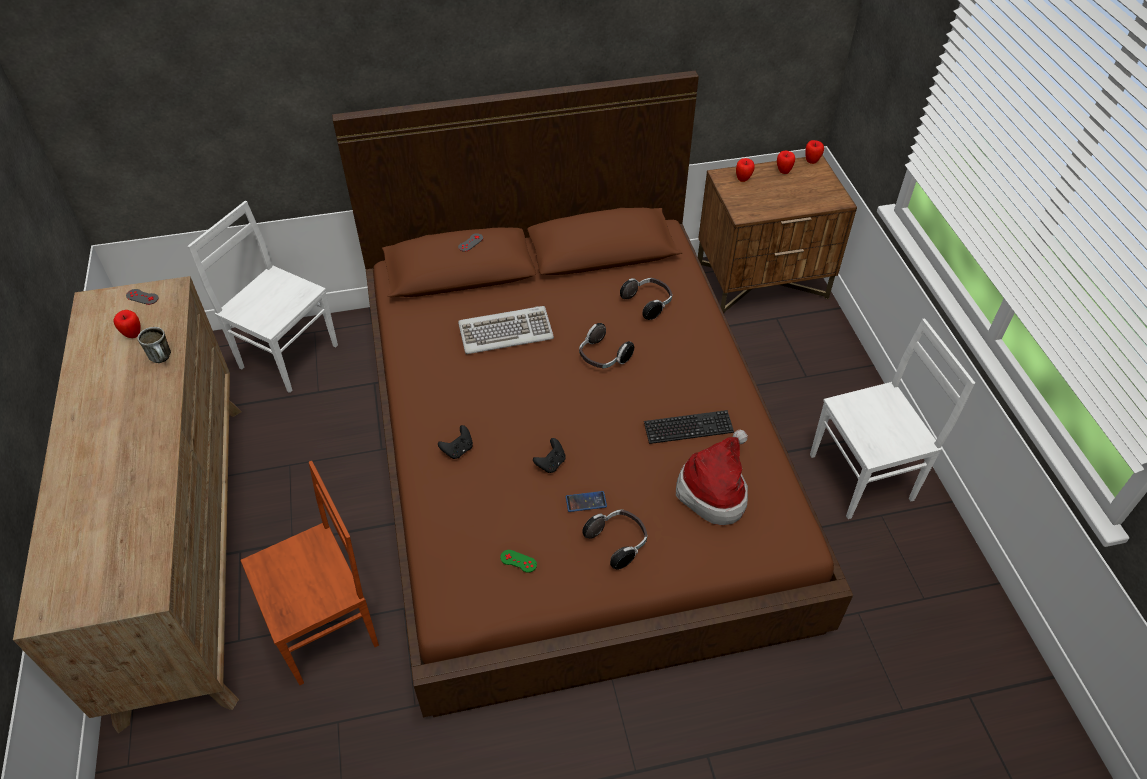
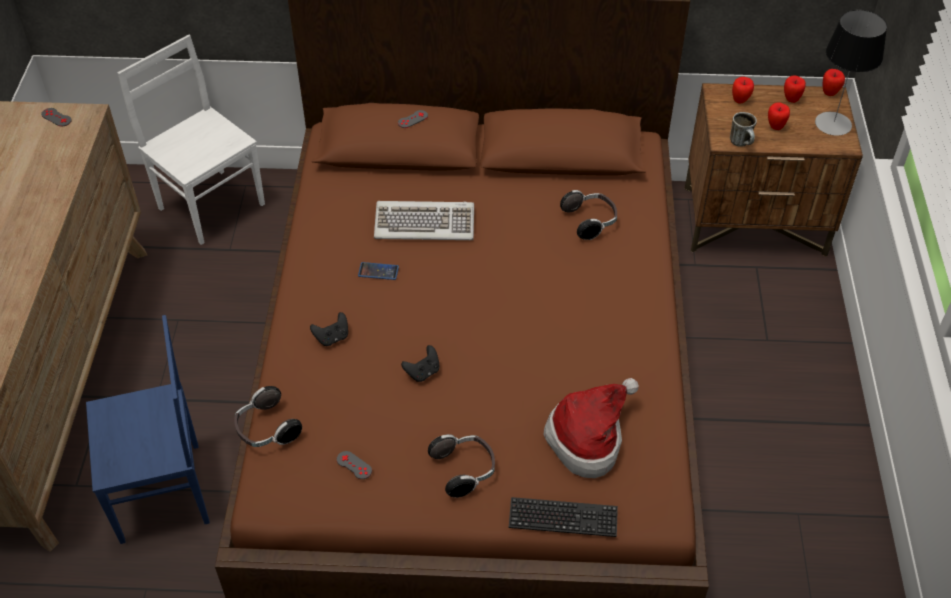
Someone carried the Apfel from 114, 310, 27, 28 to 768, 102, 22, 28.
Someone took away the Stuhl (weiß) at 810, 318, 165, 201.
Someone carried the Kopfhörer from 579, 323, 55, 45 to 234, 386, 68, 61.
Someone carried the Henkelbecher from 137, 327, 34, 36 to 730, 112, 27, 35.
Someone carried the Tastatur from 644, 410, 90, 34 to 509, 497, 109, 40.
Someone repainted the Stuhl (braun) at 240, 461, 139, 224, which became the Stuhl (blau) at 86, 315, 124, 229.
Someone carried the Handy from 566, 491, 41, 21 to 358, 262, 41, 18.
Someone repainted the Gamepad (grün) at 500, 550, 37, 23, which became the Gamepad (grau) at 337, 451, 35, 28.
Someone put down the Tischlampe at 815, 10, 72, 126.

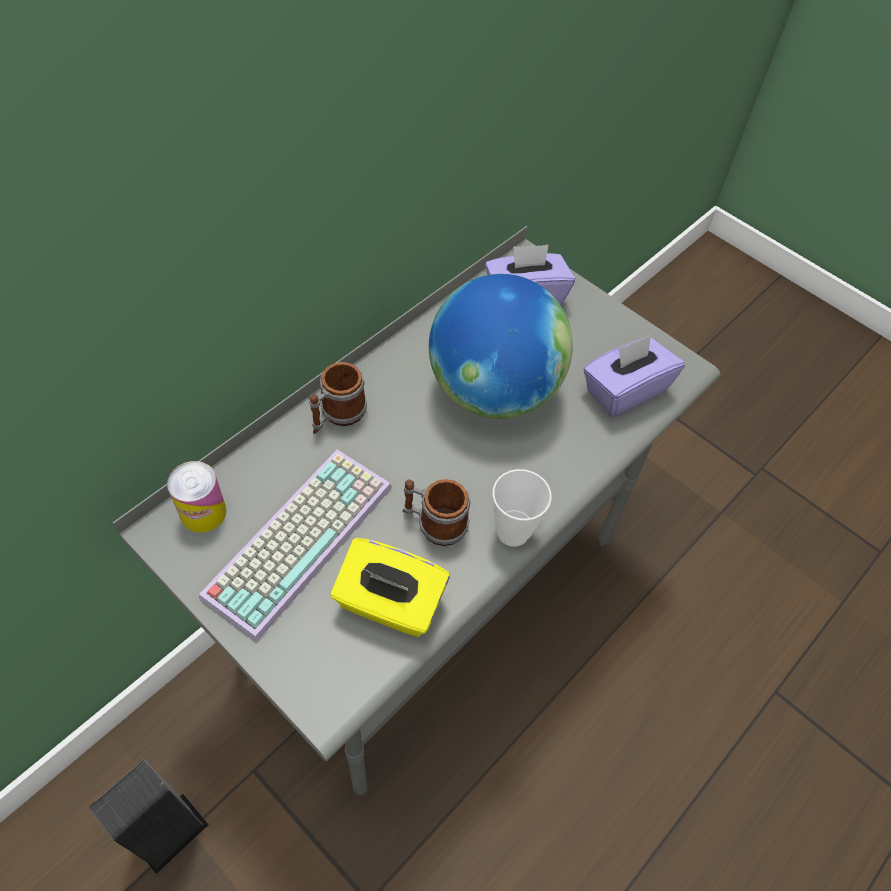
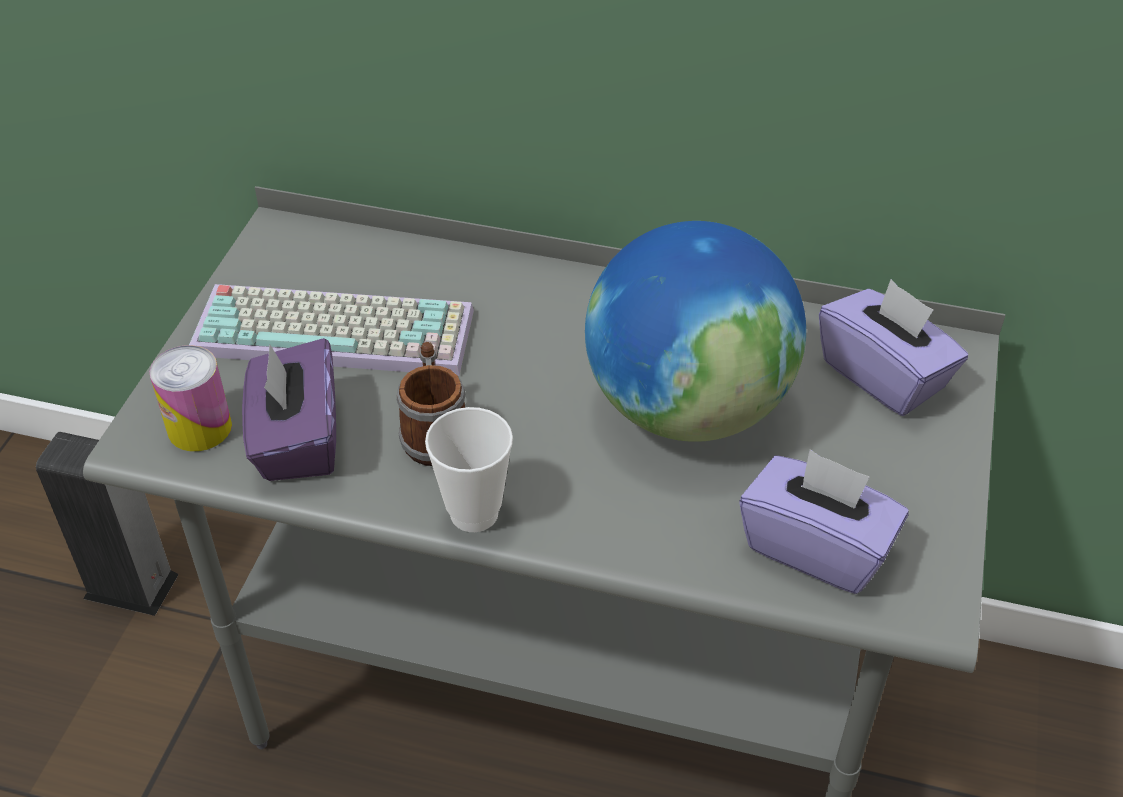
Someone took away the Henkelbecher at 309, 362, 58, 72.
Someone carried the Dose from 167, 461, 59, 72 to 150, 345, 82, 107.
Someone repainted the Taschentuchbox (gelb) at 331, 538, 119, 99, which became the Taschentuchbox (lila) at 242, 338, 94, 143.

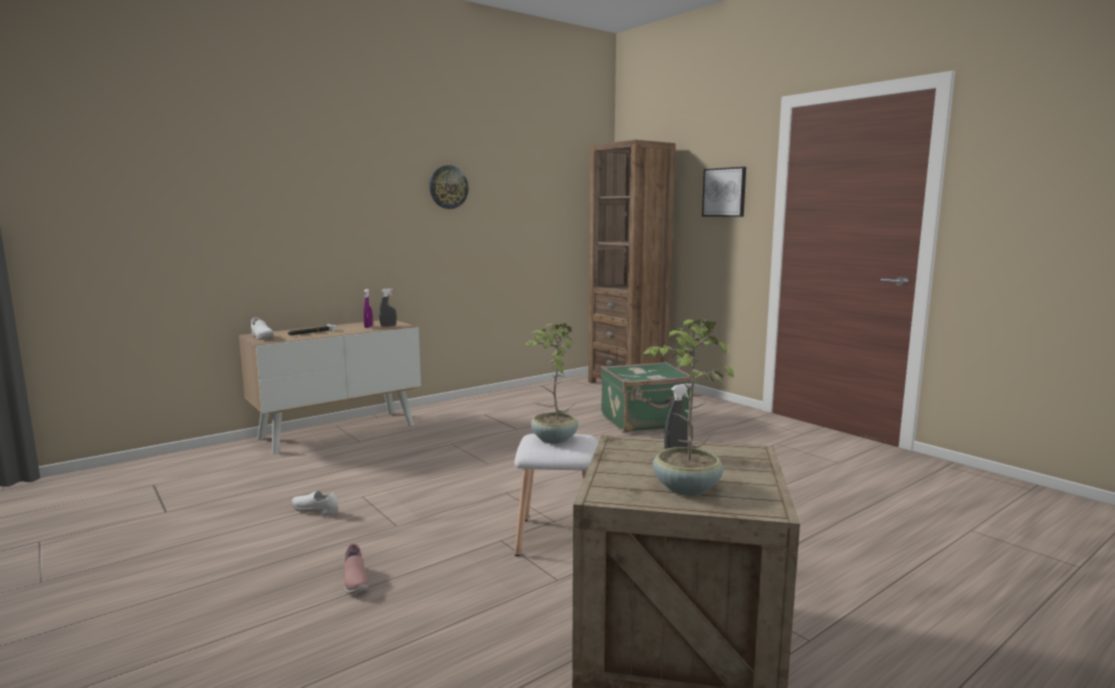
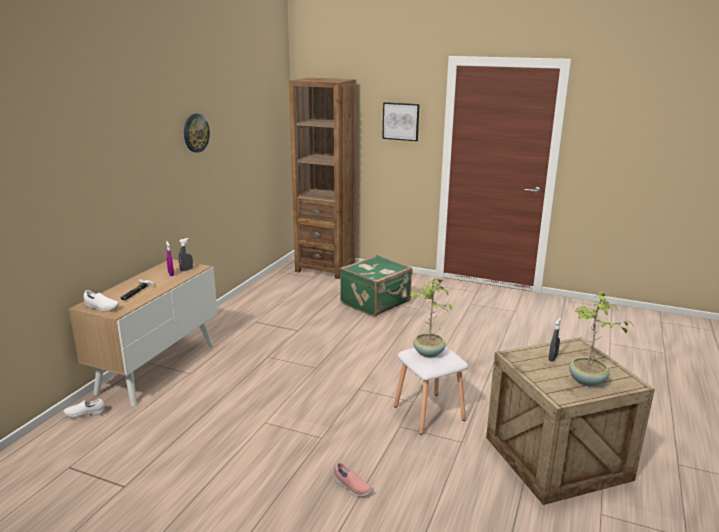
Someone carried the Schuh (weiß) from 292, 491, 47, 25 to 63, 398, 42, 20.

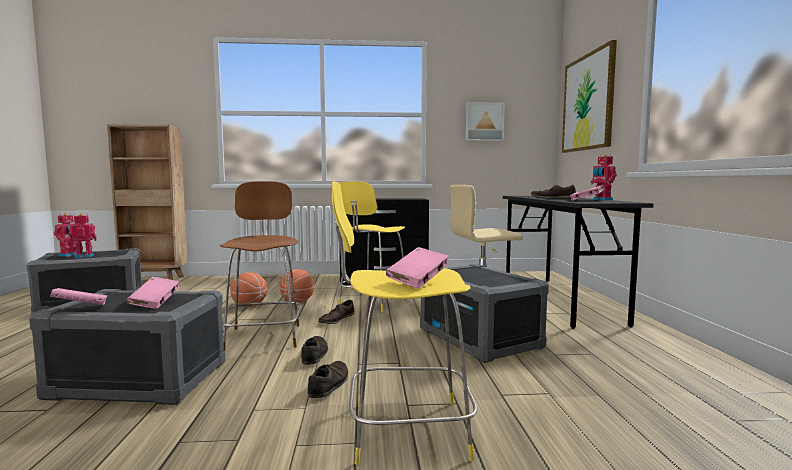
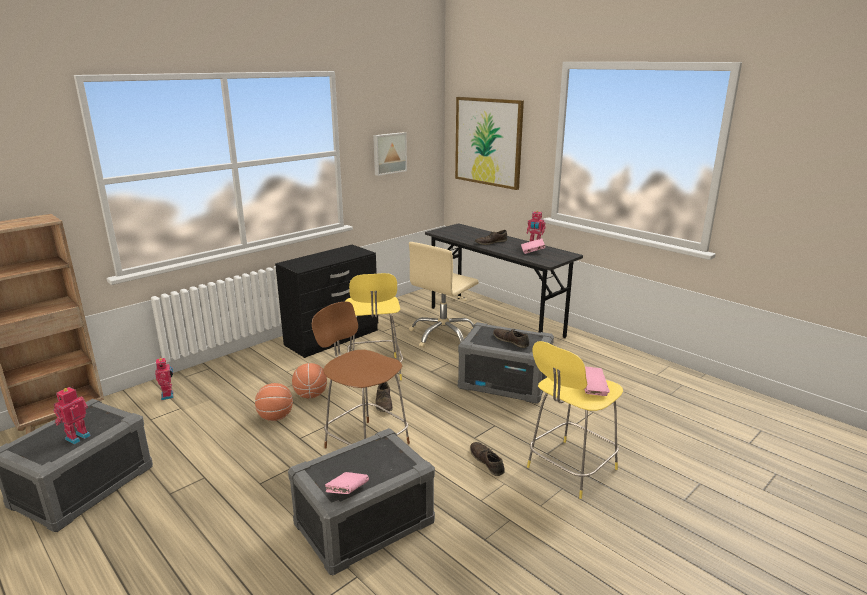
Someone carried the Spielzeugroboter from 54, 213, 24, 44 to 155, 357, 19, 43.
Someone took away the Buch (rosa) at 127, 277, 53, 32.
Someone carried the Schuh (braun) from 301, 336, 27, 29 to 493, 328, 36, 20.

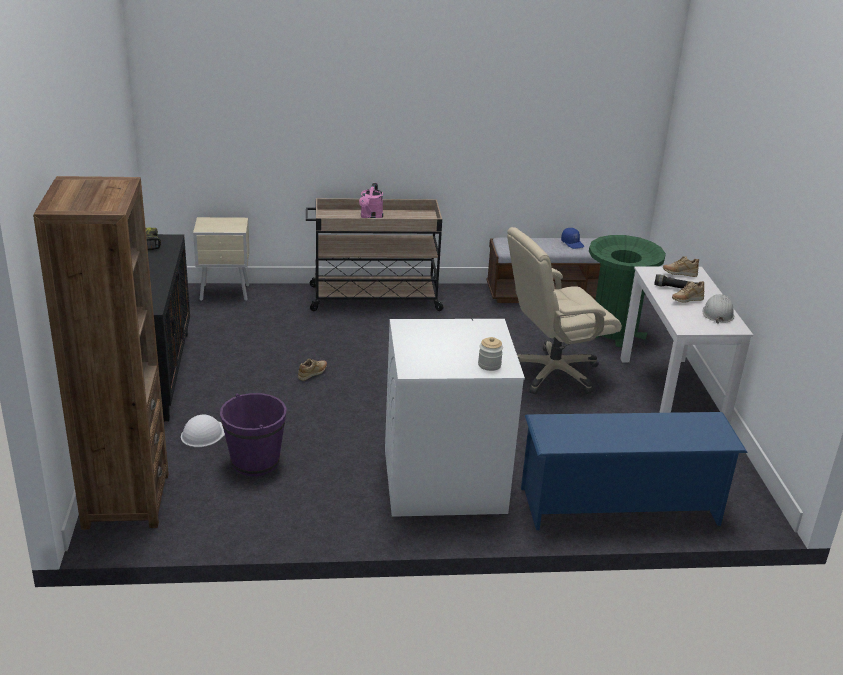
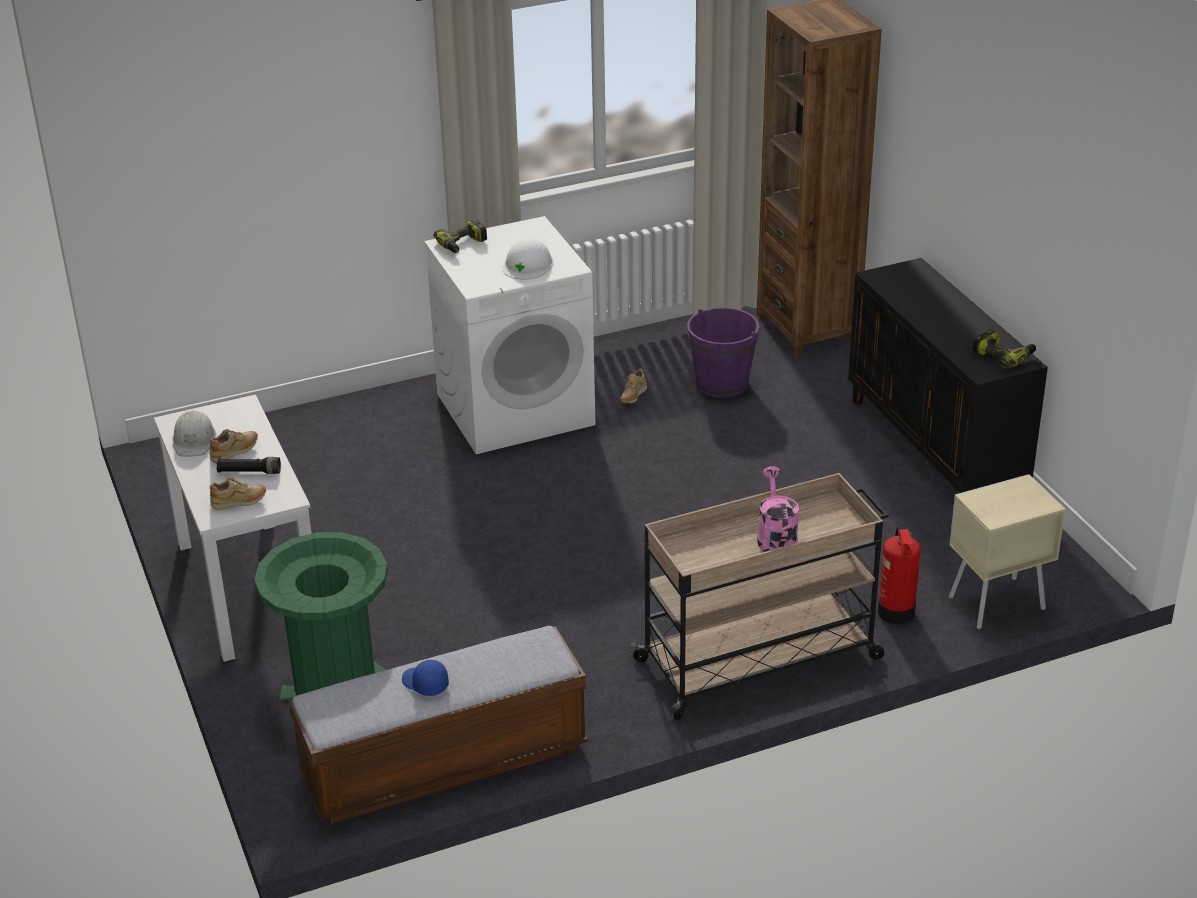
Someone took away the Bürostuhl (beige) at 507, 227, 115, 167.
Someone swapped the Vorratsglas at 478, 337, 25, 34 for the Bohrmaschine at 433, 219, 54, 34.
Someone carried the Schuh (beige) from 298, 358, 29, 23 to 621, 368, 26, 36.
Someone took away the Schuhregal (blau) at 521, 412, 227, 118.
Someone carried the Schutzhelm (weiß) from 181, 414, 44, 33 to 502, 238, 52, 42.
Someone put down the Feuerlöscher at 878, 526, 43, 98.

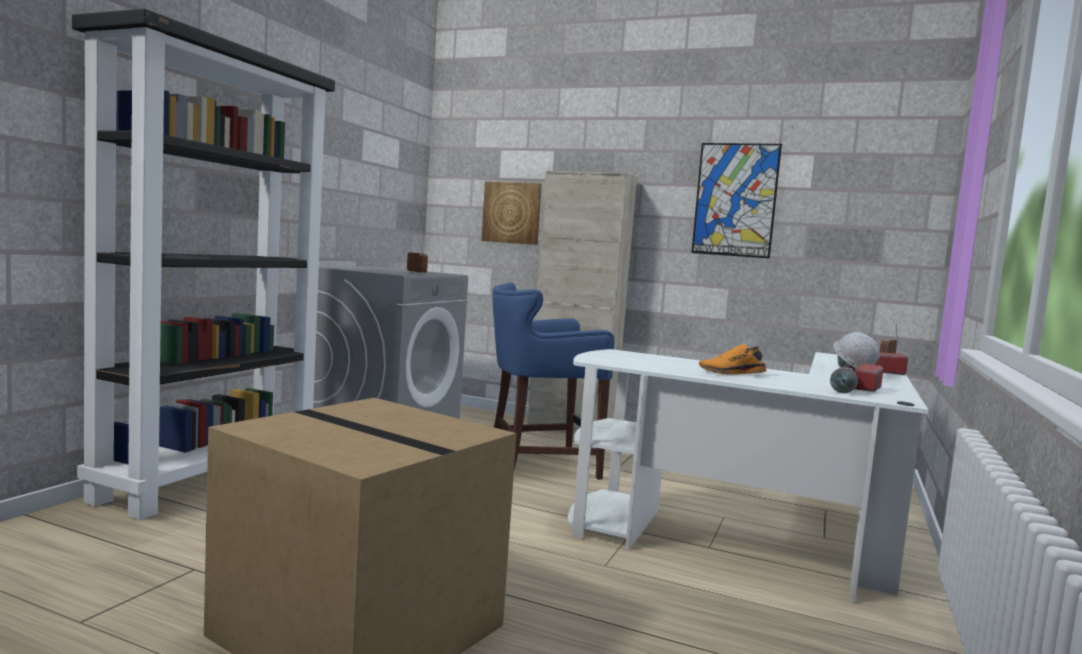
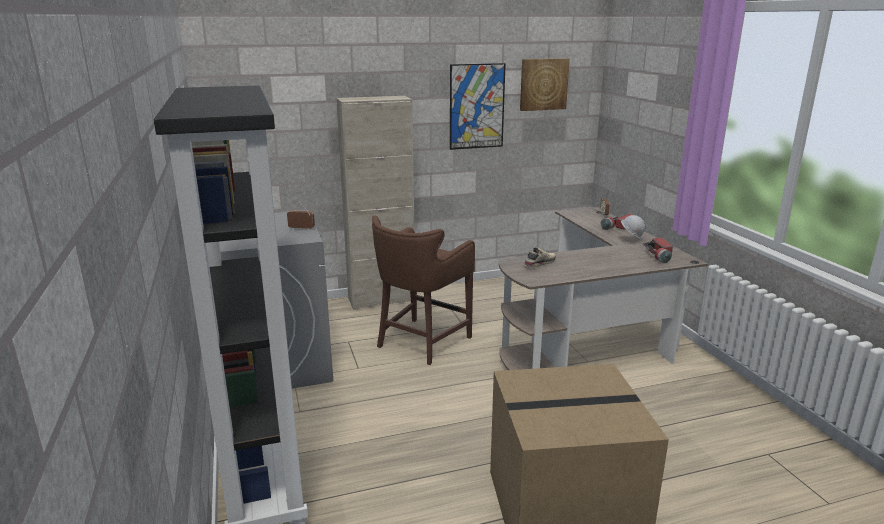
Someone carried the Bild from 481, 181, 61, 64 to 520, 58, 50, 53.
Someone repainted the Hocker (blau) at 492, 282, 122, 198, which became the Hocker (braun) at 372, 216, 103, 149.
Someone took away the Schuh (orange) at 699, 344, 68, 31.
Someone repainted the Schreibtisch (weiß) at 568, 349, 360, 254, which became the Schreibtisch (braun) at 498, 207, 210, 163.
Someone put down the Schuh (beige) at 524, 247, 32, 21.

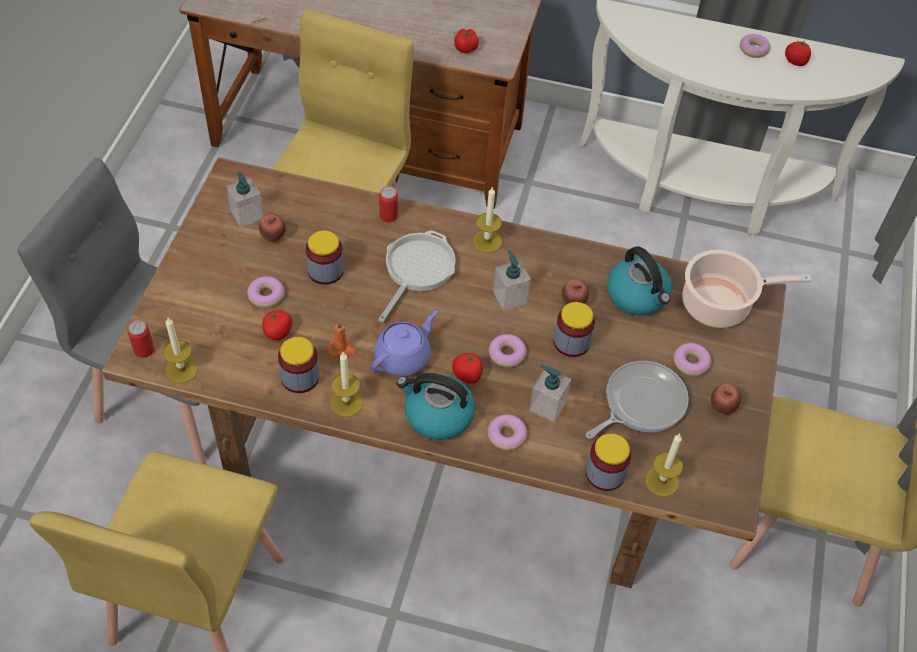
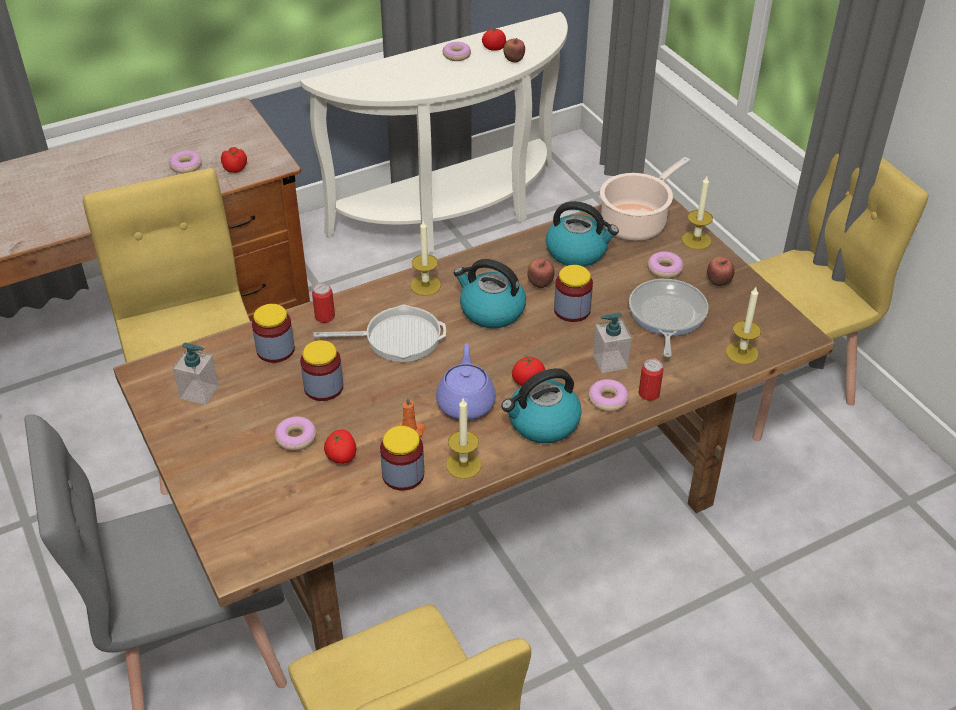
Someone carried the Apfel from 259, 213, 27, 29 to 503, 38, 22, 25.
Someone rotated the Pfanne at 378, 230, 78, 92 by 105 degrees clockwise.
Someone swapped the Seifenspender at 493, 250, 38, 61 for the Wasserkessel at 454, 259, 72, 69.
Someone carried the Kerze from 163, 318, 35, 65 to 682, 176, 31, 74.
Someone carried the Dose from 128, 320, 26, 38 to 639, 358, 24, 43.
Someone carried the Donut from 489, 334, 38, 33 to 169, 150, 33, 24.
Someone carried the Vorratsglas from 586, 433, 45, 58 to 252, 304, 43, 59.

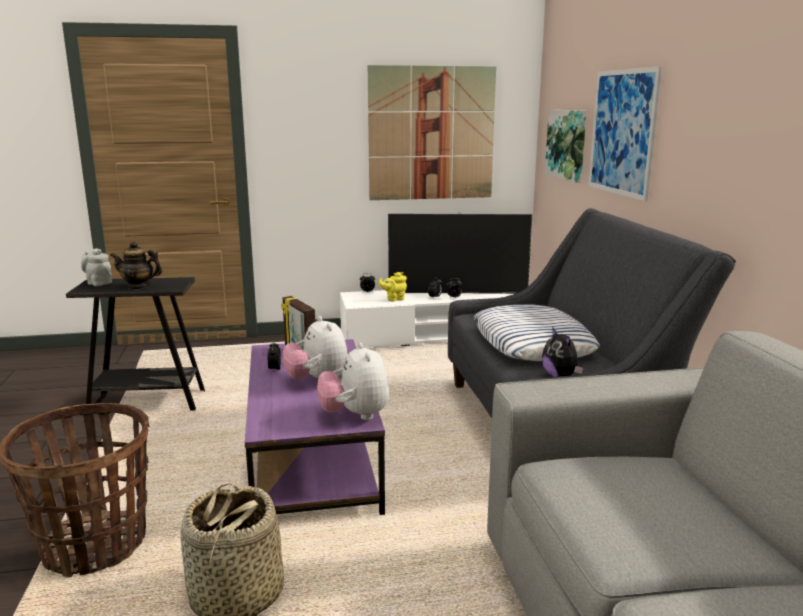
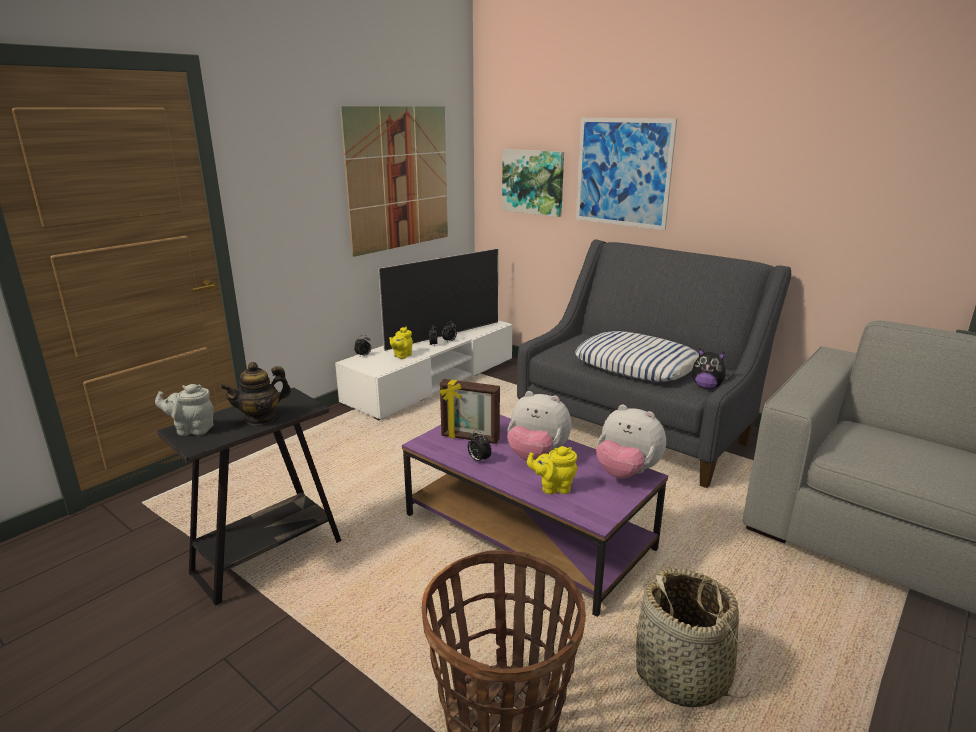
Someone put down the Teekanne (gelb) at 527, 446, 51, 48.

